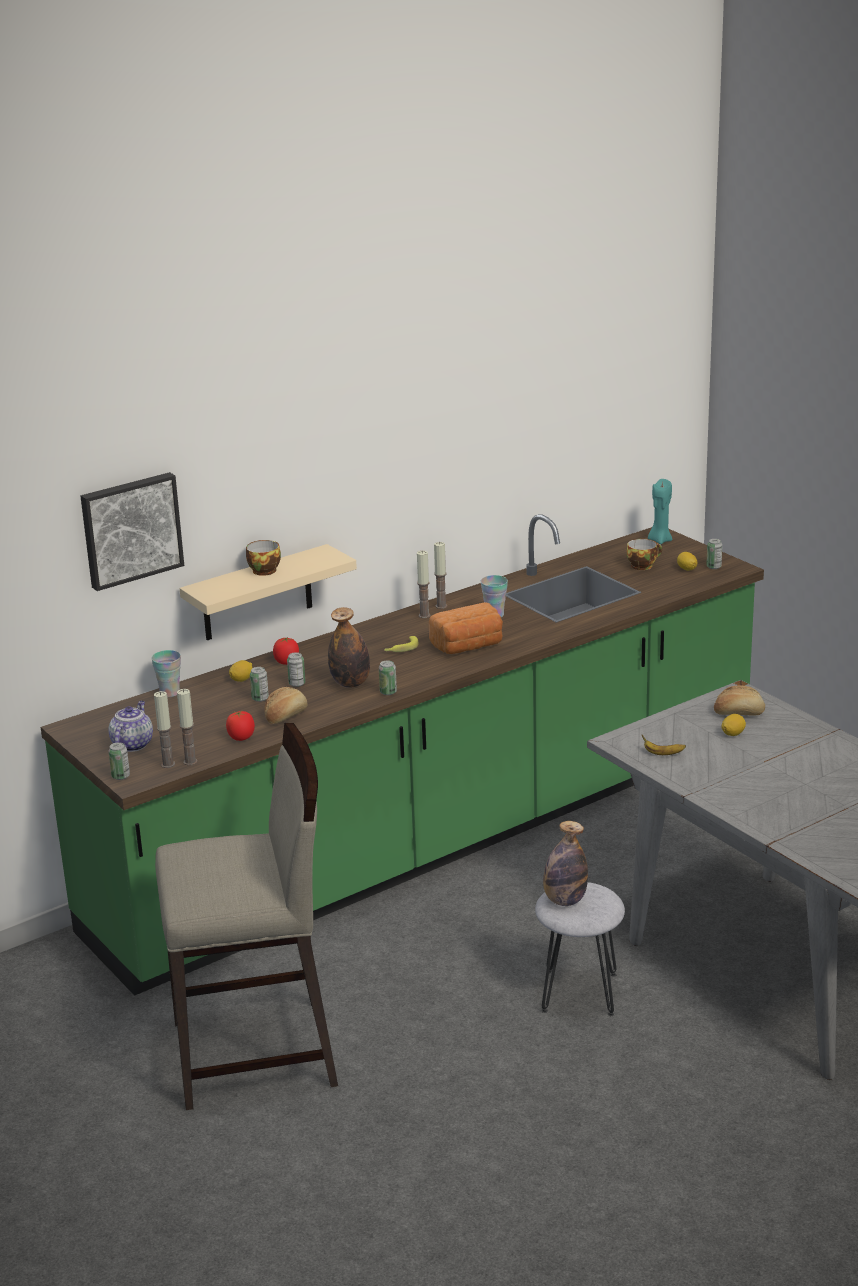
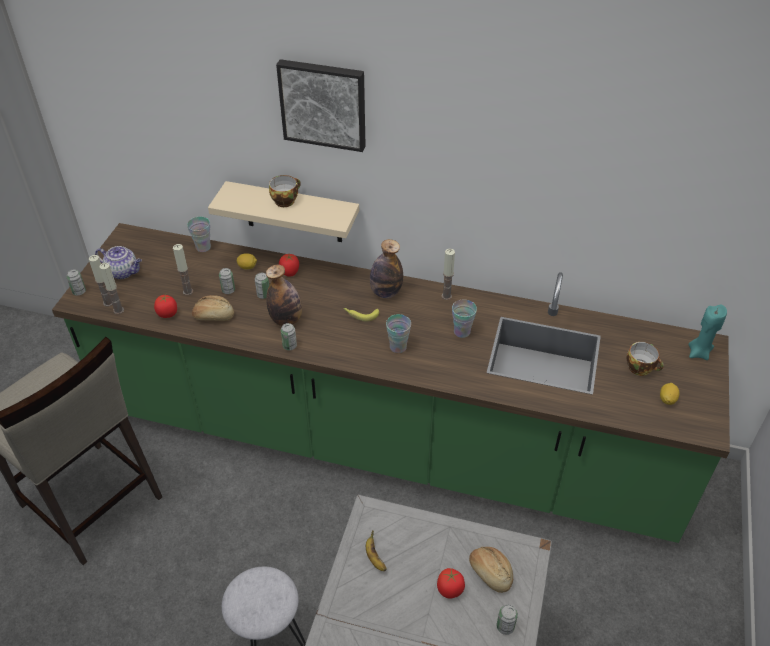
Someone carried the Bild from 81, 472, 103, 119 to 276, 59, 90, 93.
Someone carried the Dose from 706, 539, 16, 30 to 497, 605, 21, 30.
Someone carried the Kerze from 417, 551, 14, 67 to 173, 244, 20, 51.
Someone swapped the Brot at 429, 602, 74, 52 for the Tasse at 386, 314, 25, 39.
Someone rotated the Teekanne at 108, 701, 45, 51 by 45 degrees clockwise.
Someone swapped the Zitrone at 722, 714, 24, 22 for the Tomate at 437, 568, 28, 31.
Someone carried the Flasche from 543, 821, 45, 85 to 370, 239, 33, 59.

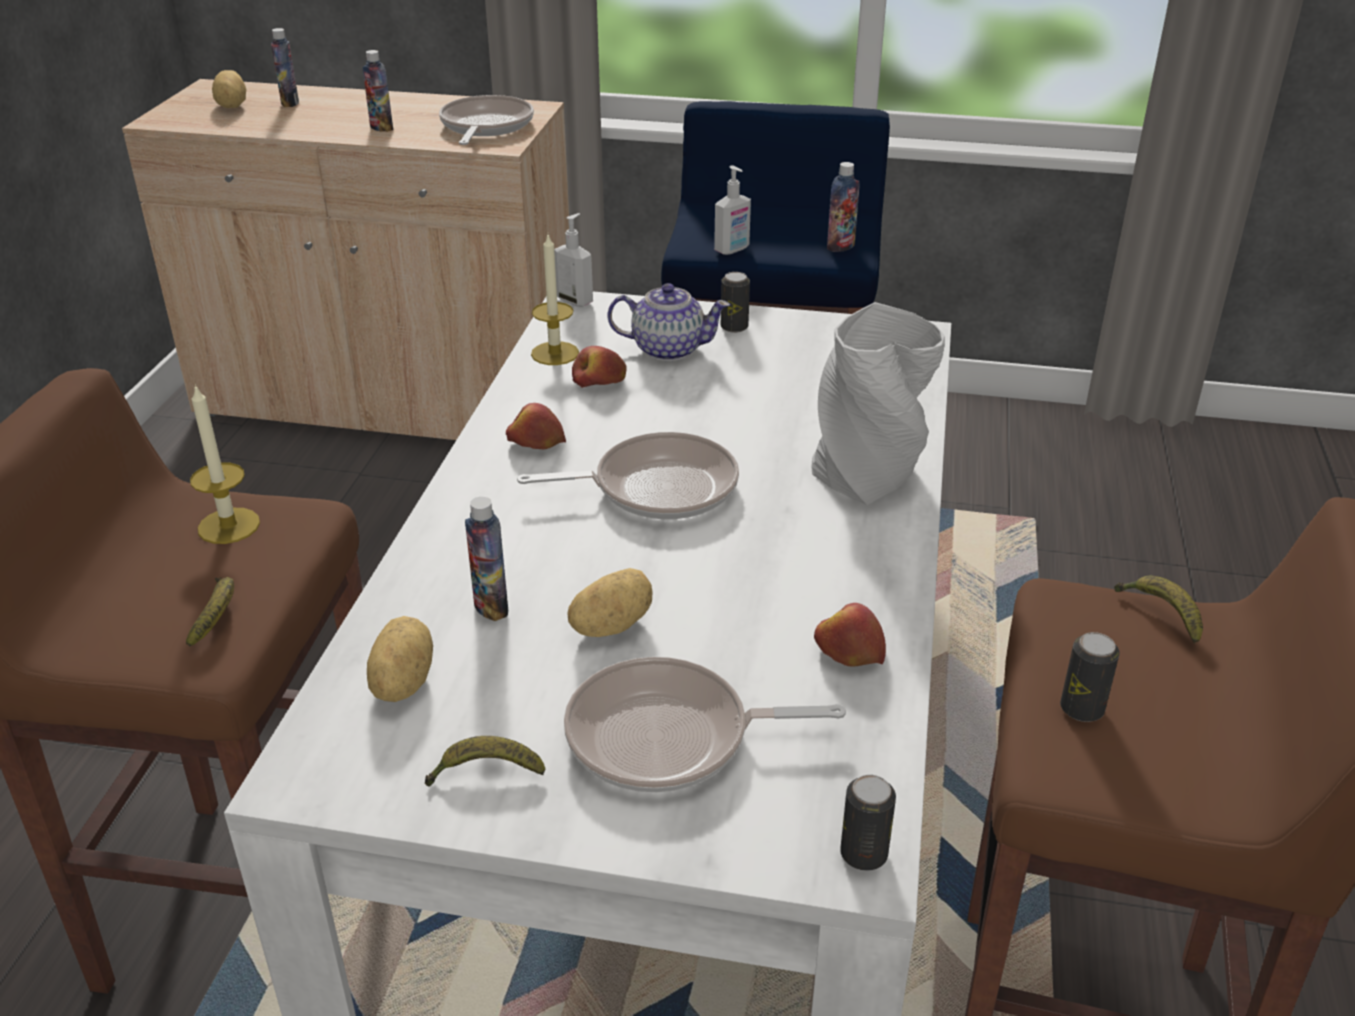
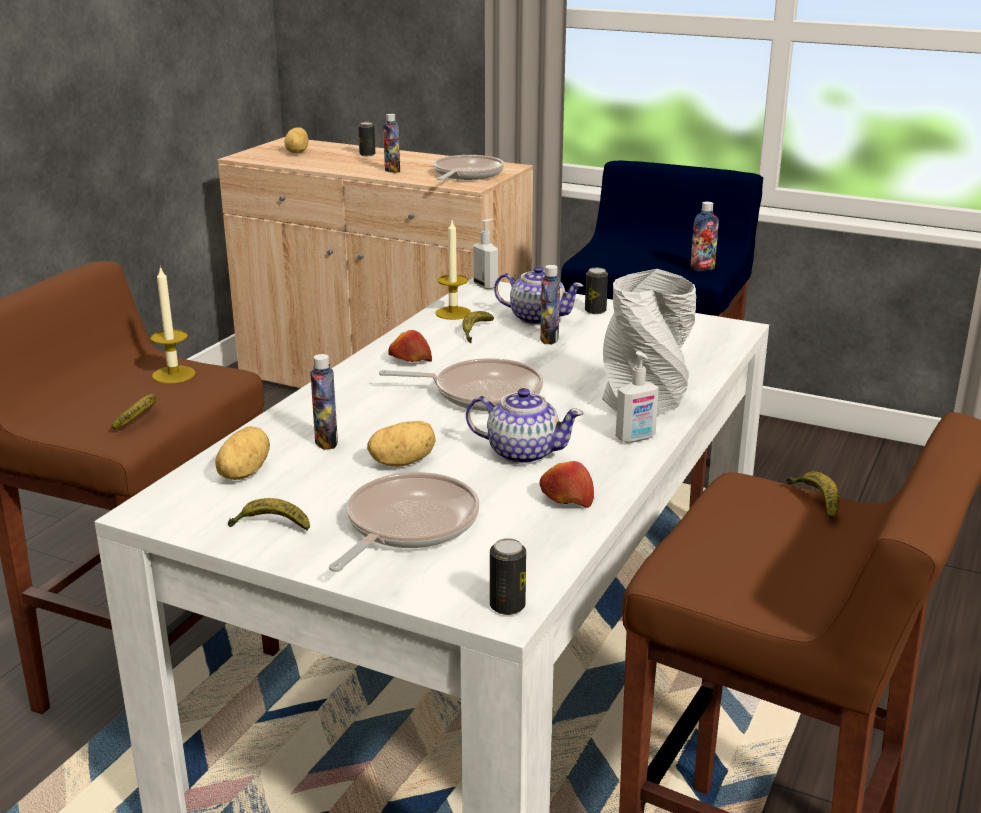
Someone carried the Flasche from 271, 28, 28, 79 to 540, 265, 20, 79.
Someone carried the Seifenspender from 714, 166, 37, 89 to 616, 351, 43, 92.
Someone swapped the Apfel at 572, 346, 55, 42 for the Banane at 462, 311, 32, 32.
Someone carried the Dose from 1060, 632, 60, 90 to 358, 122, 17, 34.
Someone rotated the Pfanne at 564, 657, 282, 136 by 105 degrees clockwise.
Someone put down the Teekanne at 466, 388, 117, 76.

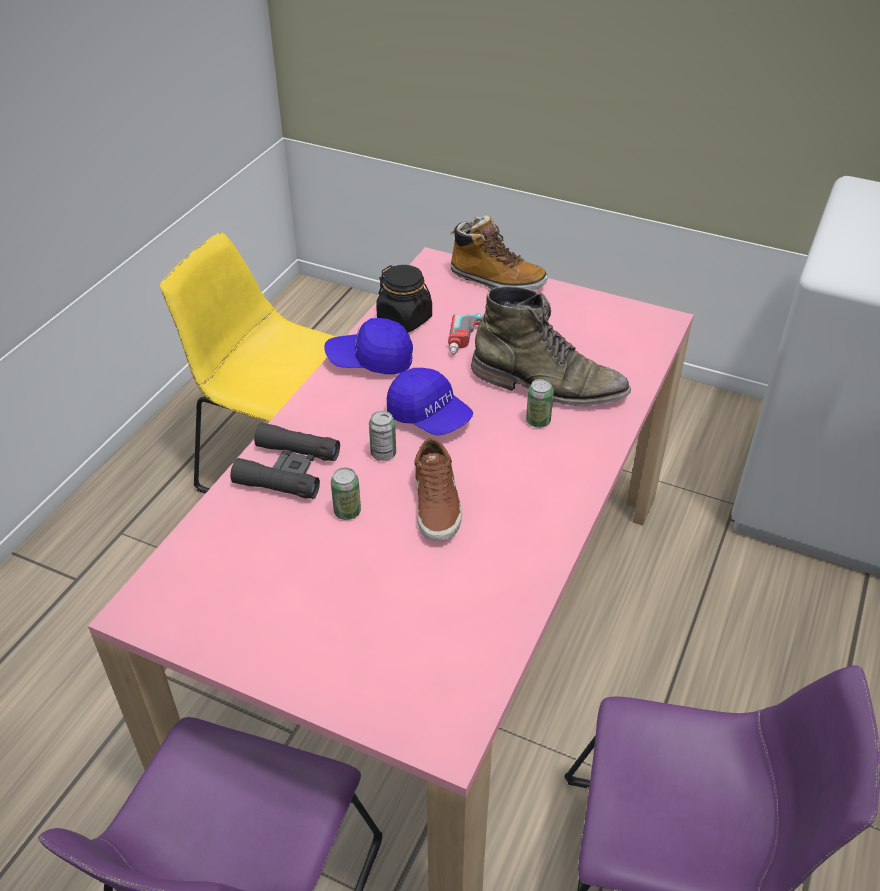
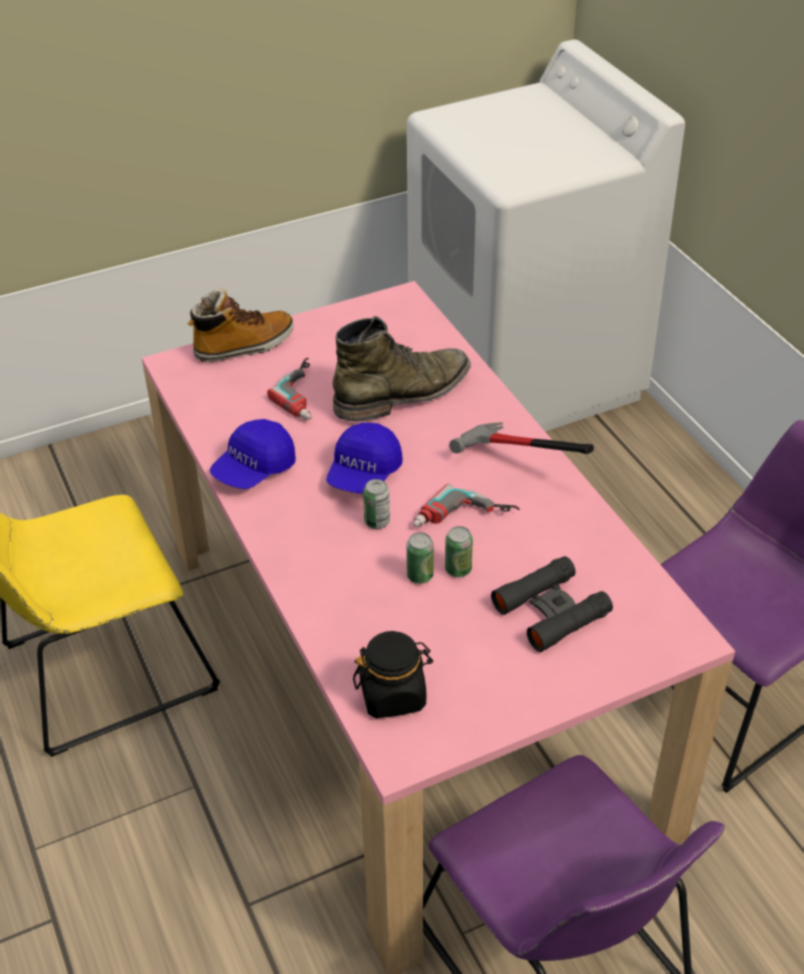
Someone carried the Vorratsglas (schwarz) from 376, 265, 56, 67 to 353, 631, 80, 87.
Someone rotated the Kappe (blau) at 387, 368, 86, 68 by 120 degrees clockwise.
Someone carried the Dose from 526, 379, 28, 49 to 445, 526, 28, 51.
Someone carried the Fernglas (schwarz) from 230, 422, 110, 77 to 491, 556, 122, 96.
Someone swapped the Schuh (braun) at 415, 439, 47, 102 for the Bohrmaschine at 413, 484, 107, 43.
Someone put down the Hammer at 449, 422, 145, 32.

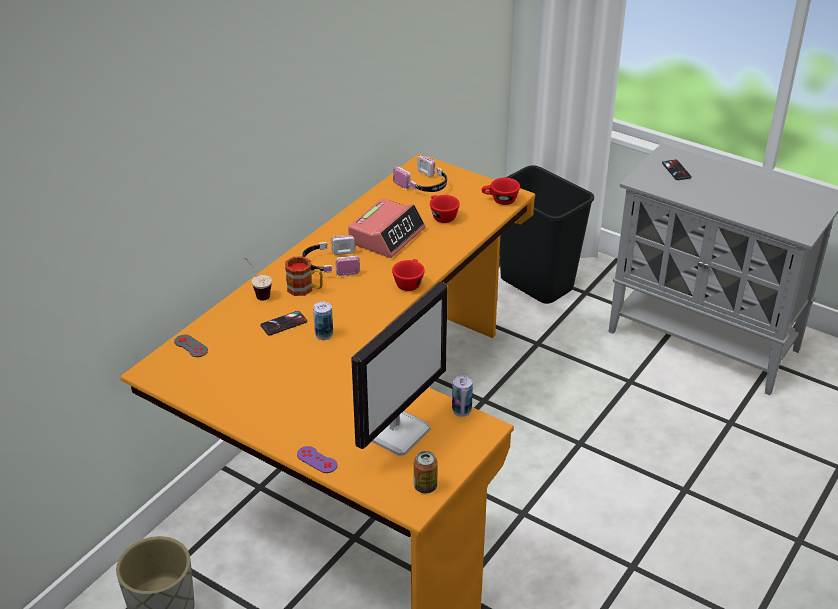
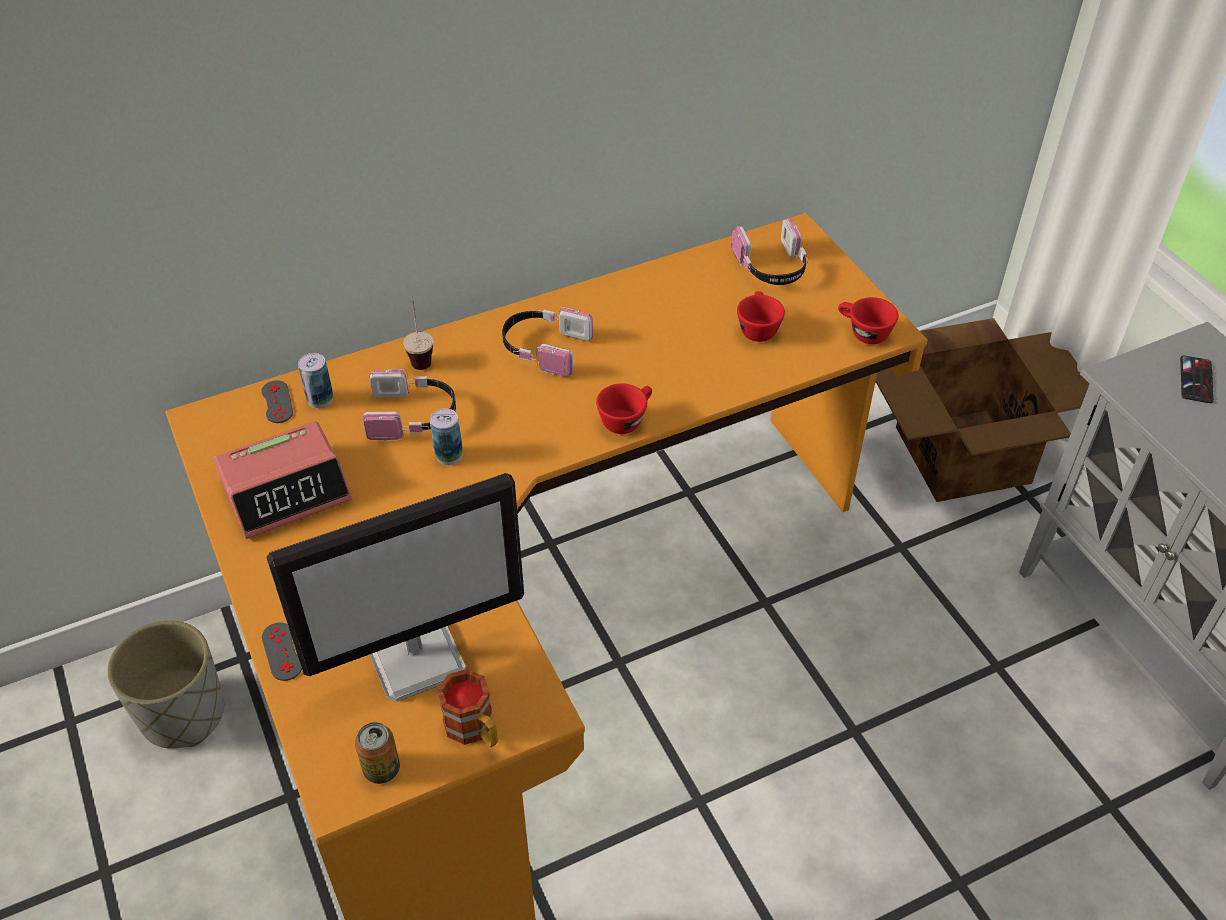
Someone swapped the Mülleimer (schwarz) at 499, 165, 95, 139 for the Karton at 876, 318, 213, 184.
Someone carried the Wecker from 348, 198, 77, 60 to 214, 421, 138, 118.
Someone carried the Henkelbecher from 285, 256, 38, 40 to 437, 669, 61, 78.
Someone swapped the Handy at 260, 311, 47, 25 for the Kopfhörer at 362, 369, 94, 72.
Someone carried the Dose from 452, 375, 21, 42 to 298, 353, 35, 56.
Someone repainted the Gamepad (lila) at 297, 446, 40, 27, which became the Gamepad (grau) at 262, 622, 40, 59.

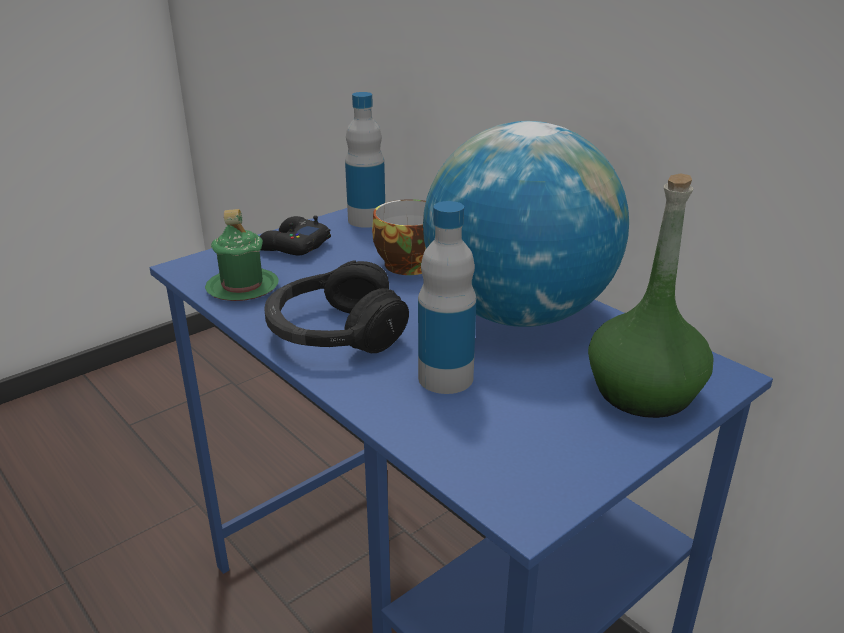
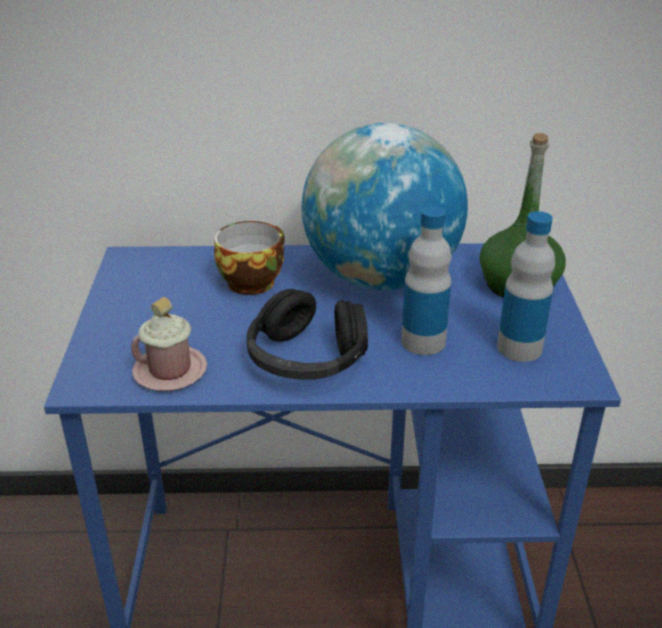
Someone carried the Flasche from 345, 92, 40, 136 to 497, 211, 58, 151.
Someone repainted the Henkelbecher (grün) at 205, 209, 74, 92, which became the Henkelbecher (rosa) at 131, 297, 76, 94.
Someone took away the Gamepad (schwarz) at 259, 216, 72, 39.

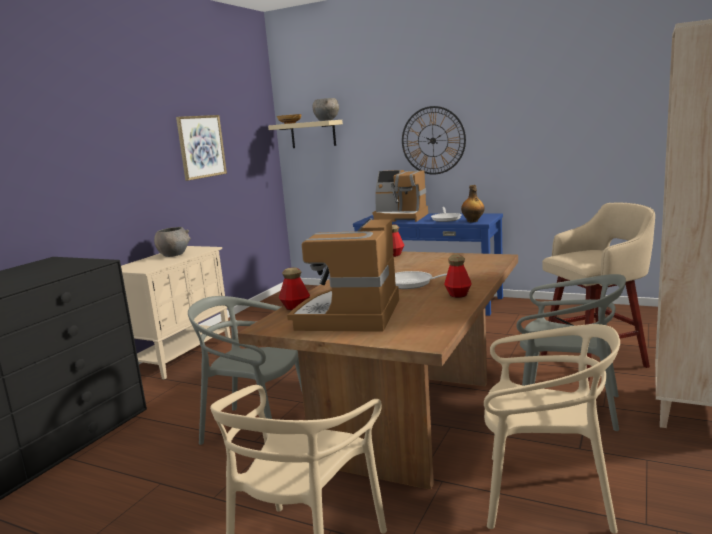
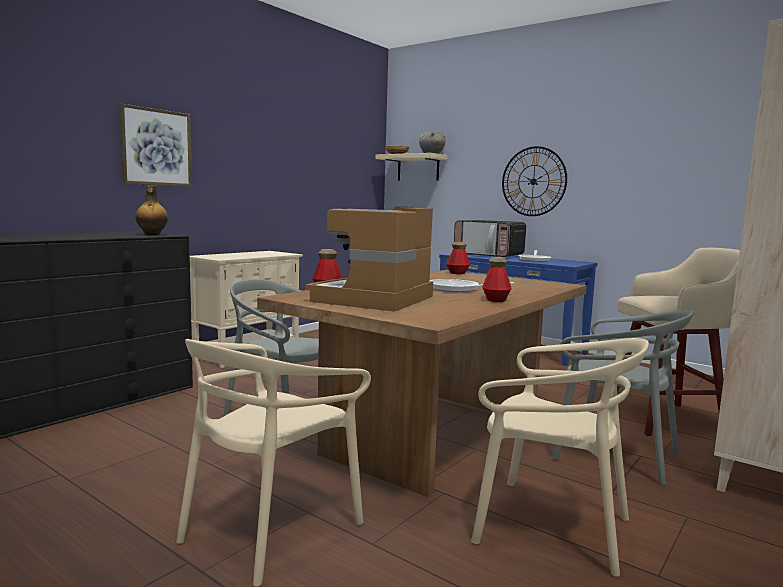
Someone carried the Bild from 176, 115, 51, 66 to 119, 104, 73, 82.
Someone swapped the Kaffeemaschine at 372, 170, 56, 52 for the Mikrowelle at 454, 220, 72, 37.
Someone carried the Flasche from 461, 185, 24, 37 to 135, 185, 33, 50.
Someone took away the Schüssel (grau) at 154, 227, 37, 30.

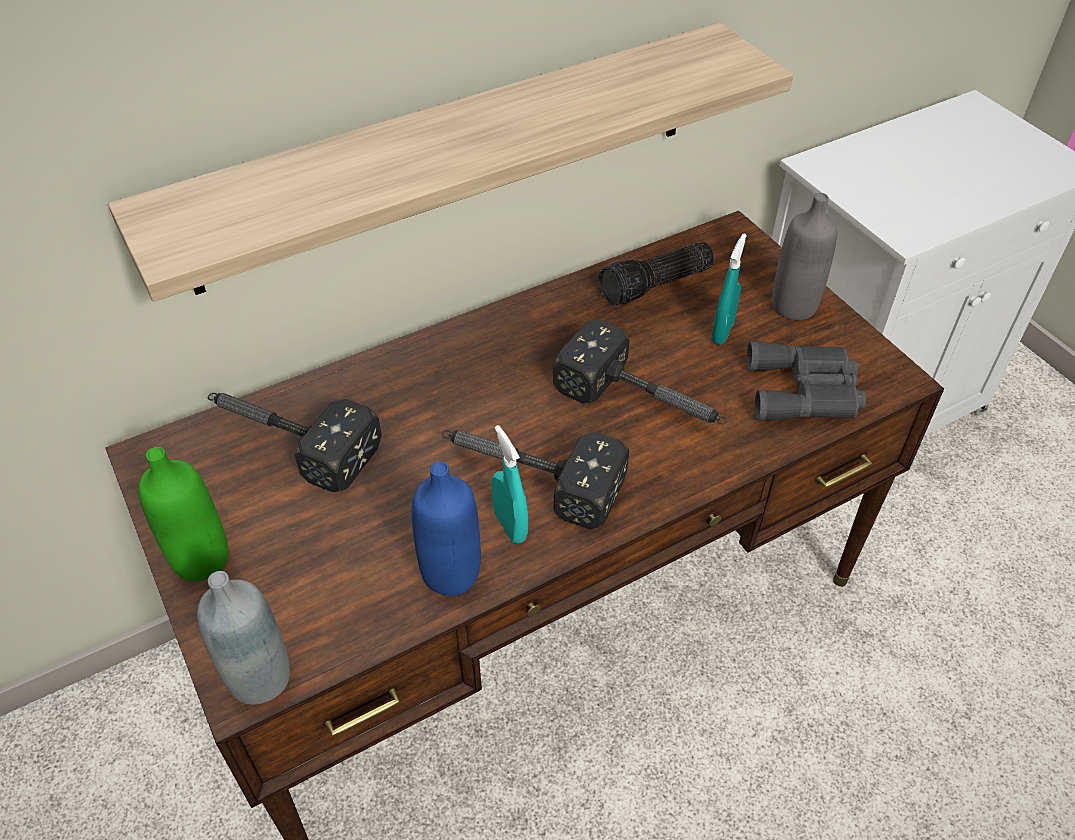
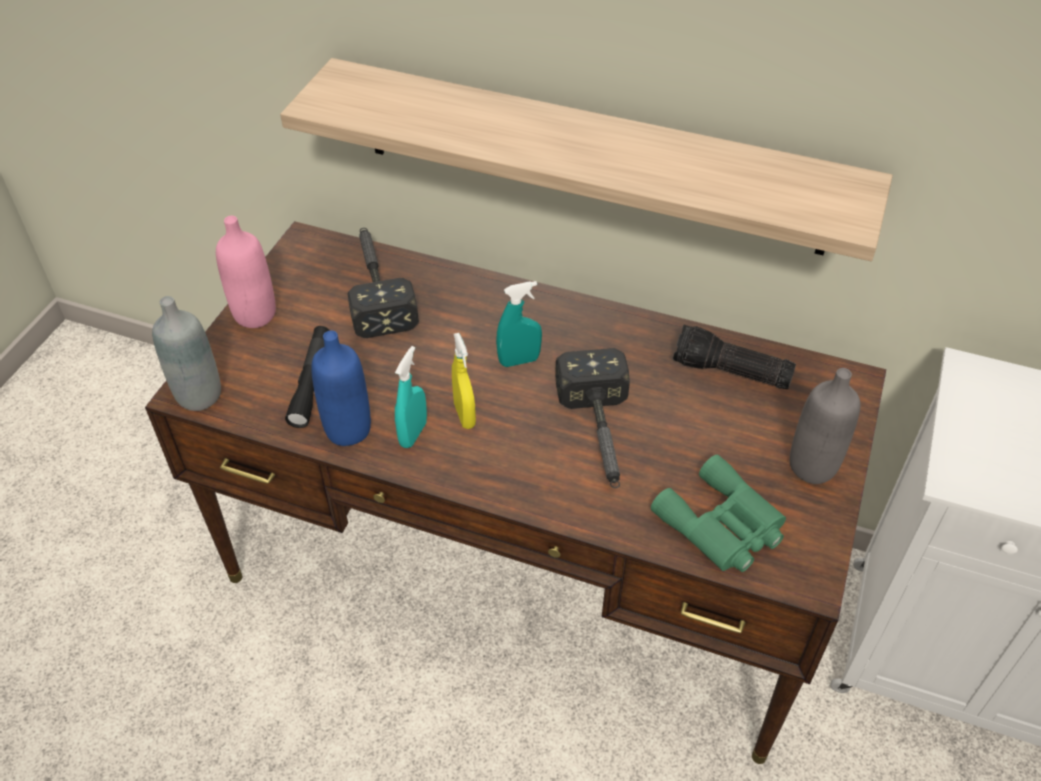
Someone carried the Sprühflasche (türkis) from 712, 234, 35, 111 to 496, 281, 46, 86.
Someone repainted the Fernglas (grau) at 747, 342, 119, 79, which became the Fernglas (grün) at 651, 455, 135, 117.
Someone swapped the Hammer at 442, 430, 187, 99 for the Sprühflasche (gelb) at 452, 333, 24, 96.
Someone repainted the Flasche (grün) at 138, 447, 91, 134, which became the Flasche (rosa) at 216, 216, 60, 112.
Someone put down the Taschenlampe (schwarz) at 285, 326, 45, 102.

